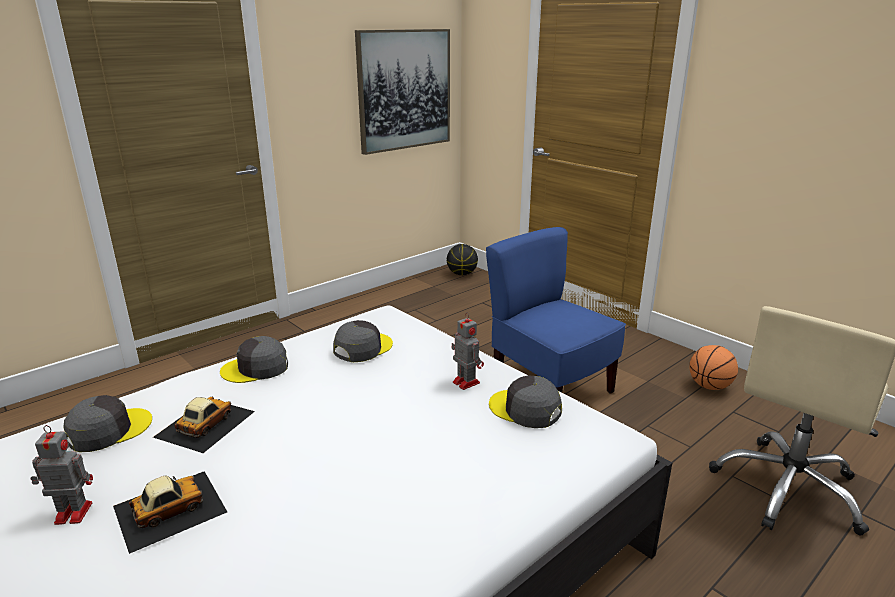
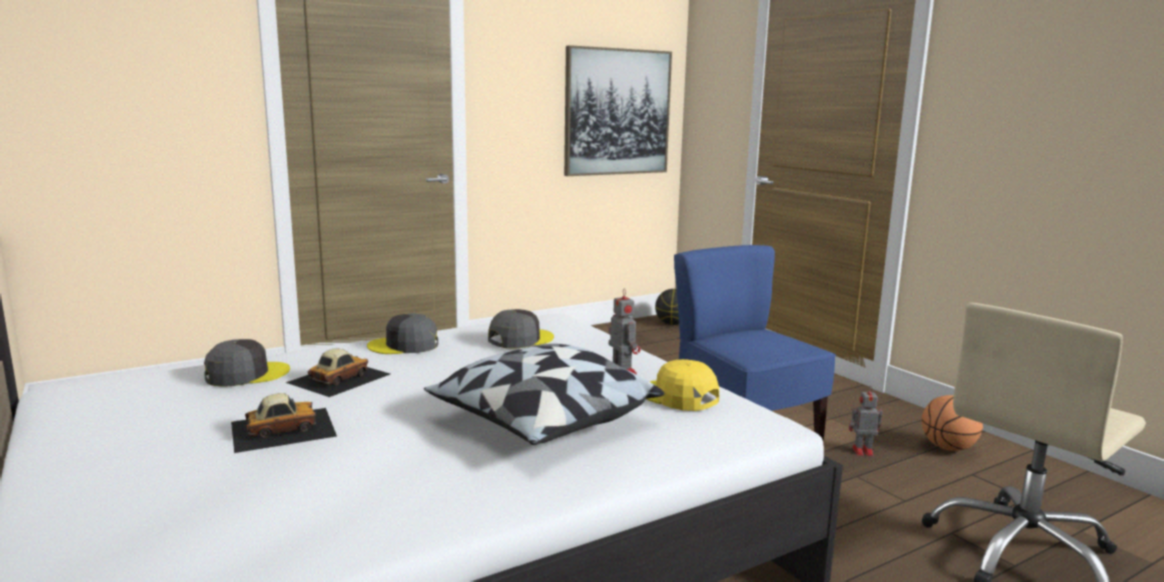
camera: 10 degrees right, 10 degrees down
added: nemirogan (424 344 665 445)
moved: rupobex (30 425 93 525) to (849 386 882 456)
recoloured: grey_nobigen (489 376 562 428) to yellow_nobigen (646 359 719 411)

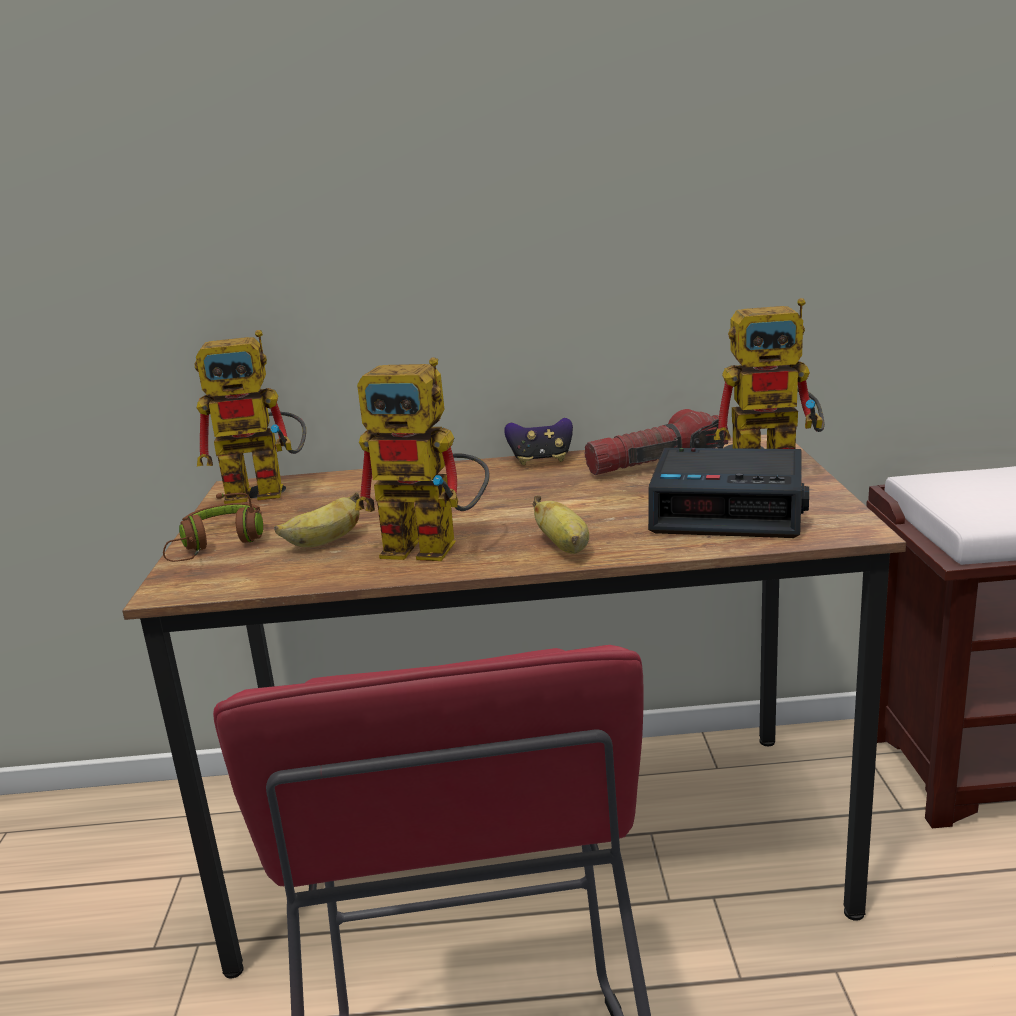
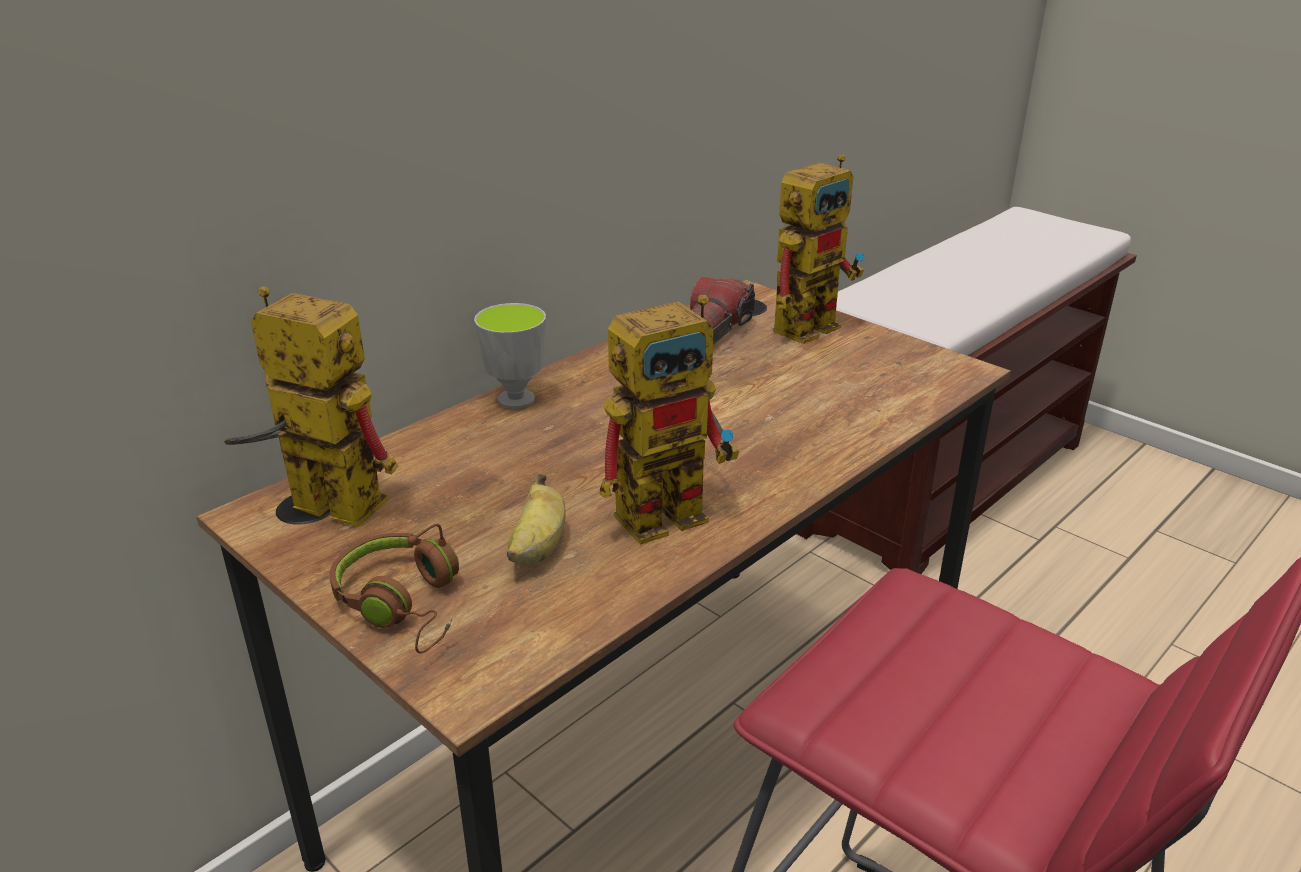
camera: 45 degrees left, 10 degrees up
removed: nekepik (504 418 573 465); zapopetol (532 496 589 554); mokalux (648 448 809 538)
added: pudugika (474 303 546 409)
turned: rupobex (195 330 306 504) = (224 286 398 527) 105 degrees counterclockwise

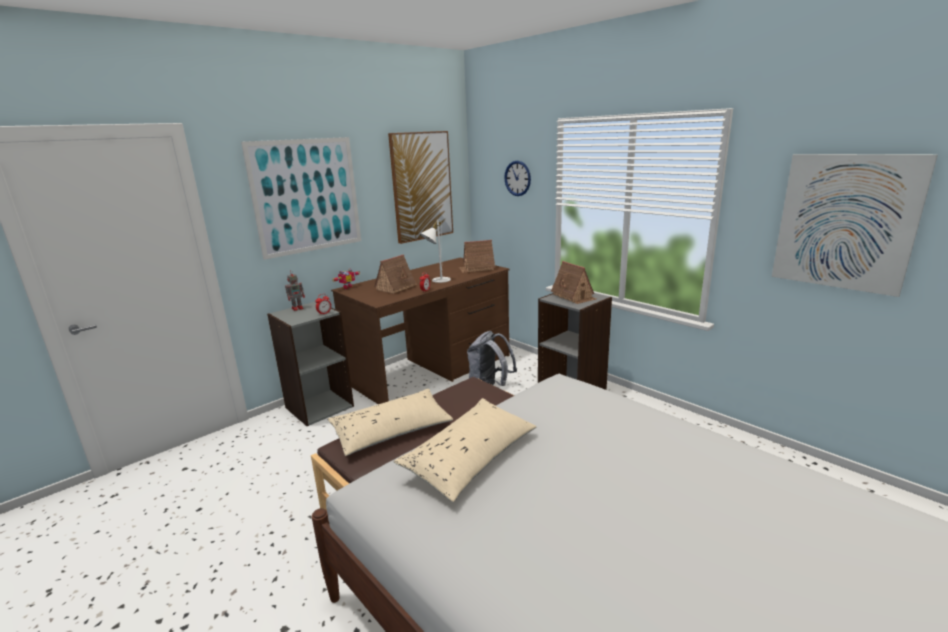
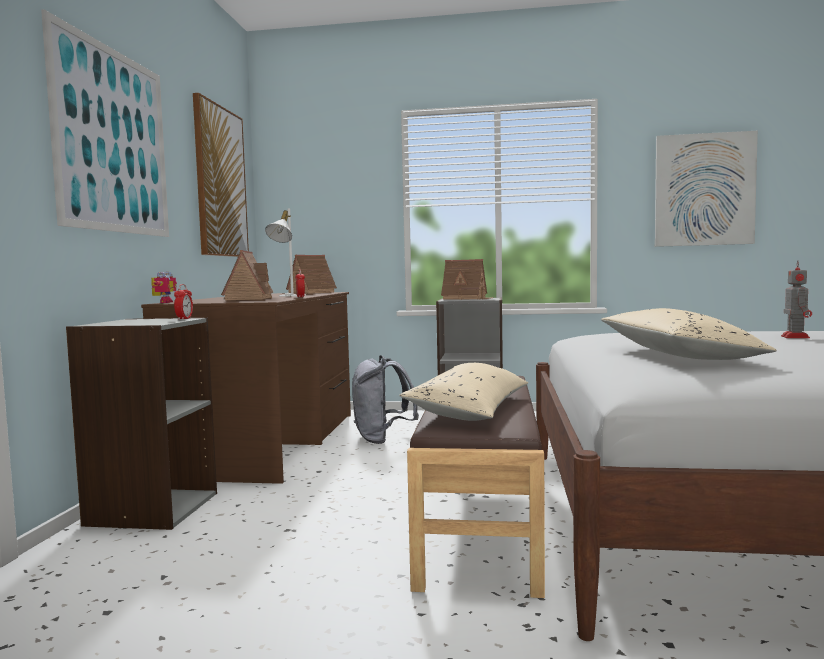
camera: 40 degrees left, 15 degrees down
removed: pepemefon (504 161 531 196)
moved: rupobex (285 270 305 311) to (781 261 812 338)

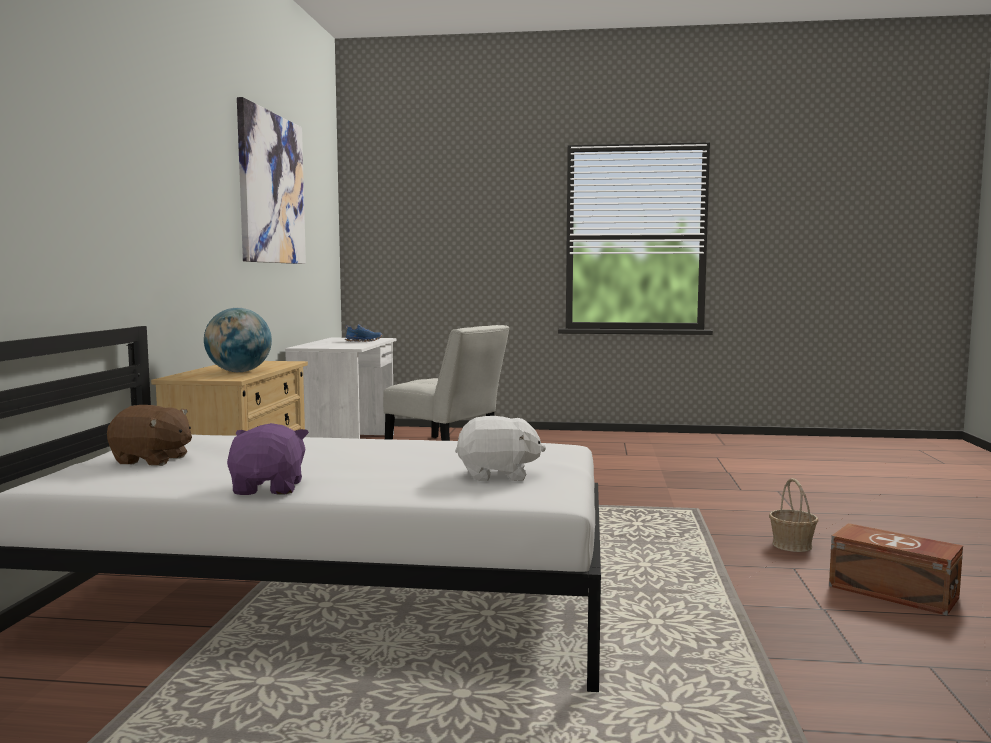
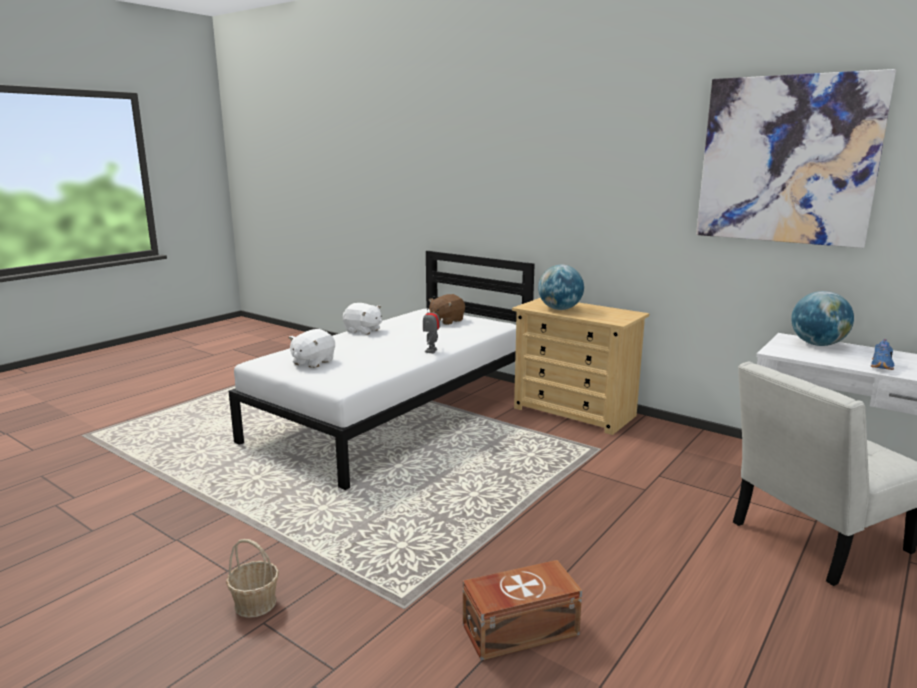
camera: 120 degrees right, 10 degrees up
added: rupobex (423 309 440 353); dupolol (791 291 854 346)
moved: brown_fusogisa (829 523 963 616) to (463 560 582 661)
recoloured: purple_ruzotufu (227 423 309 495) to white_ruzotufu (343 303 382 335)

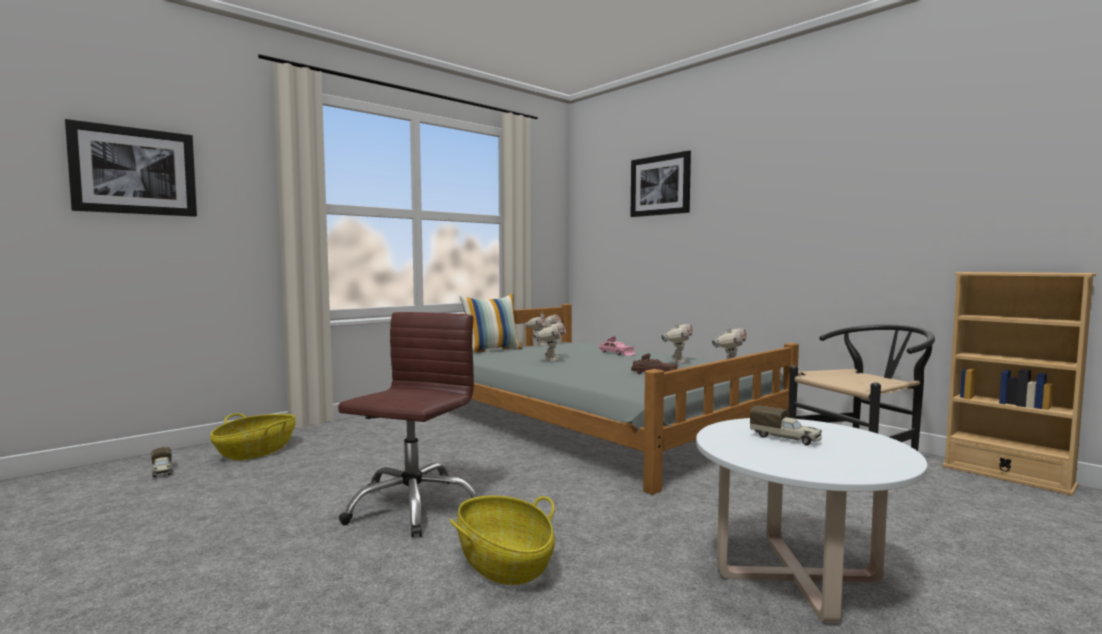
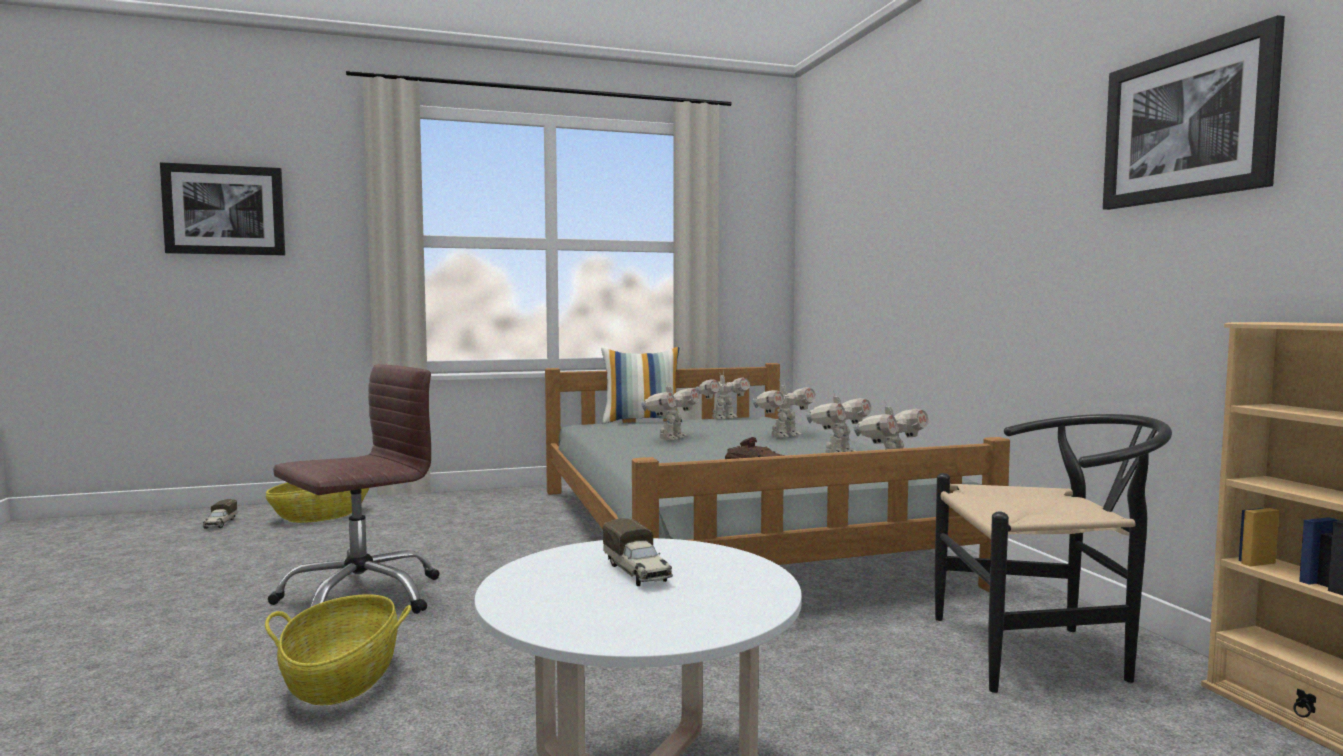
camera: 25 degrees right, 0 degrees up
moved: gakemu (630 151 691 217) to (1103 15 1285 210)
replaced: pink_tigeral (599 336 636 356) to rupobex (752 379 816 437)

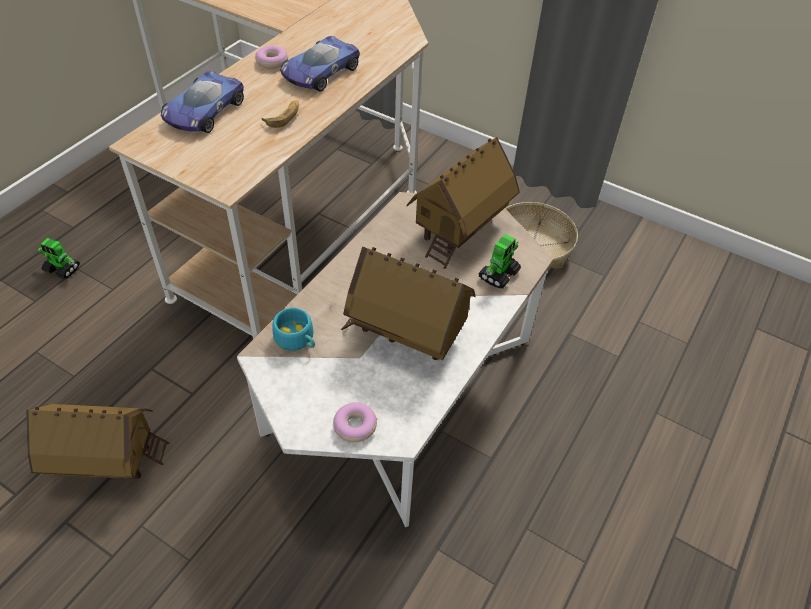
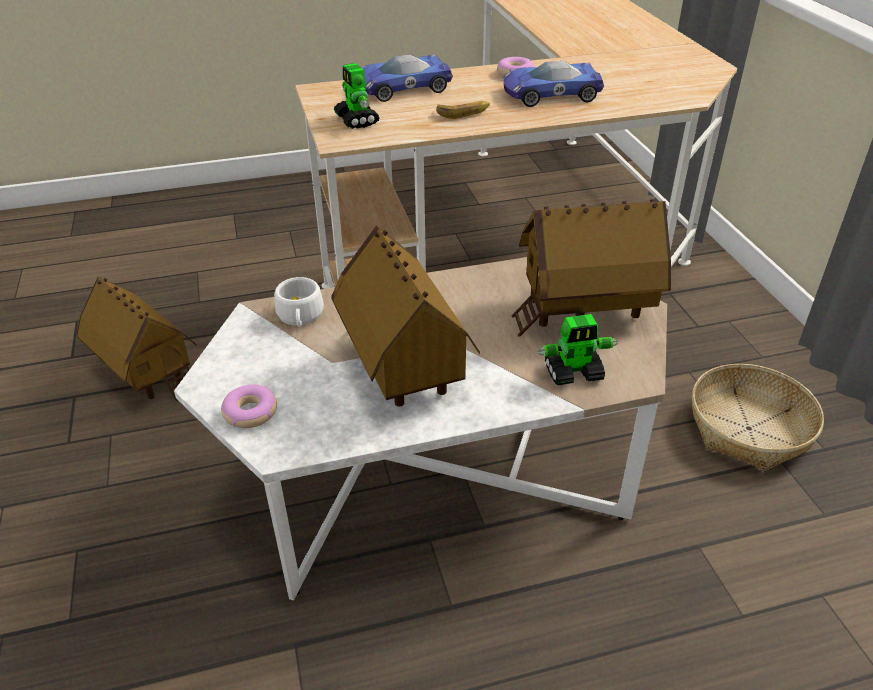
camera: 45 degrees right, 10 degrees down
moved: rupobex (38 238 80 279) to (334 63 380 129)
recoloured: turquoise_pudugika (272 308 315 351) to white_pudugika (274 277 324 327)

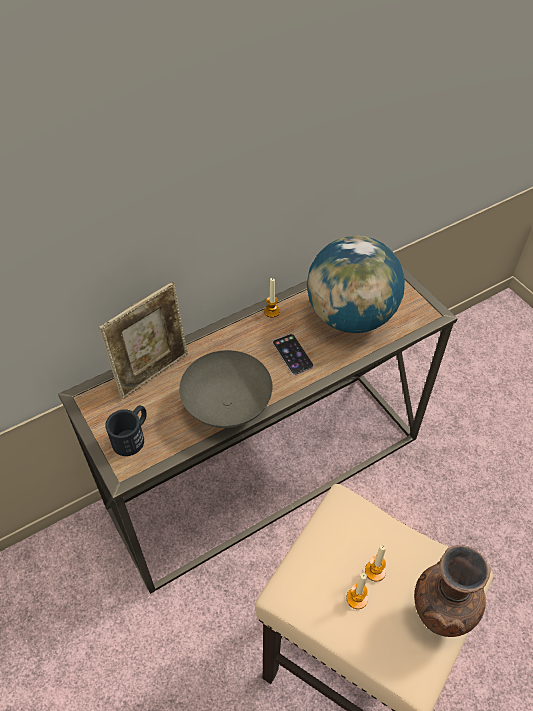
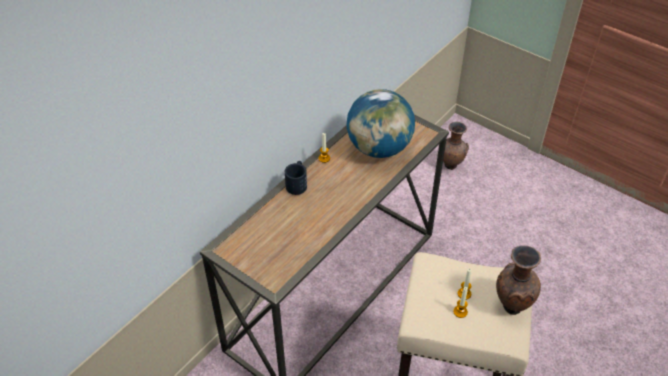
camera: 20 degrees left, 5 degrees down
removed: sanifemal (99 282 188 399); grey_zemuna (179 350 273 428); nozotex (273 334 314 375)
added: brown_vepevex (443 122 469 170)
moved: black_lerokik (105 405 147 456) to (285 161 307 195)

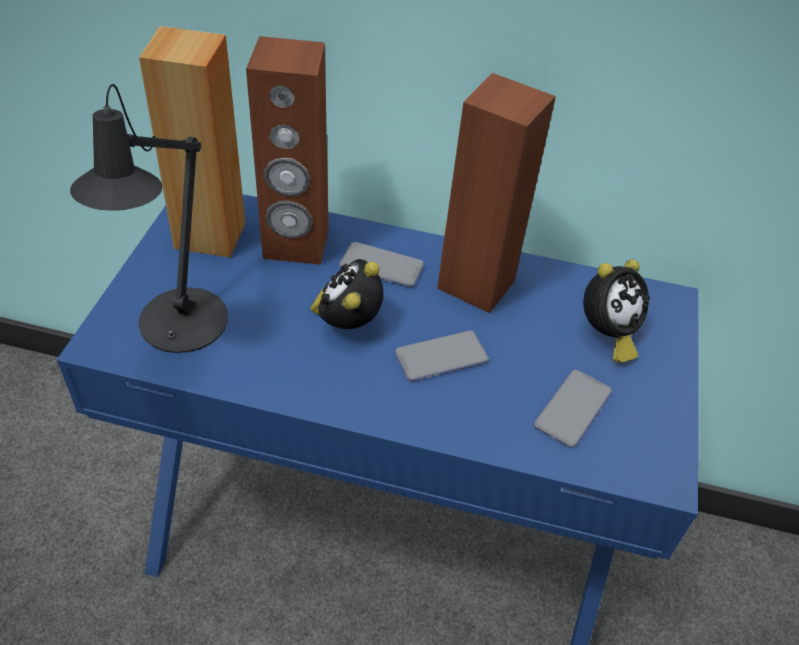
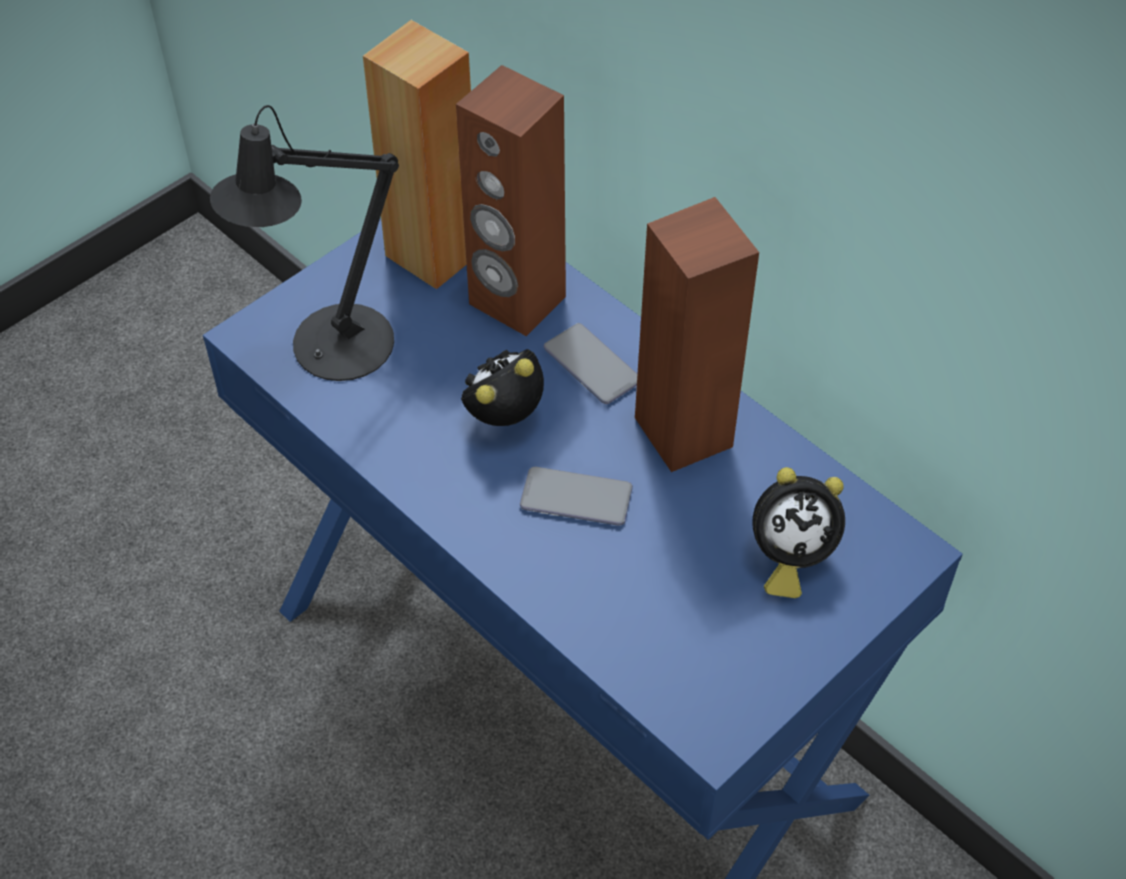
camera: 35 degrees right, 5 degrees up
removed: nozotex (534 370 612 448)

